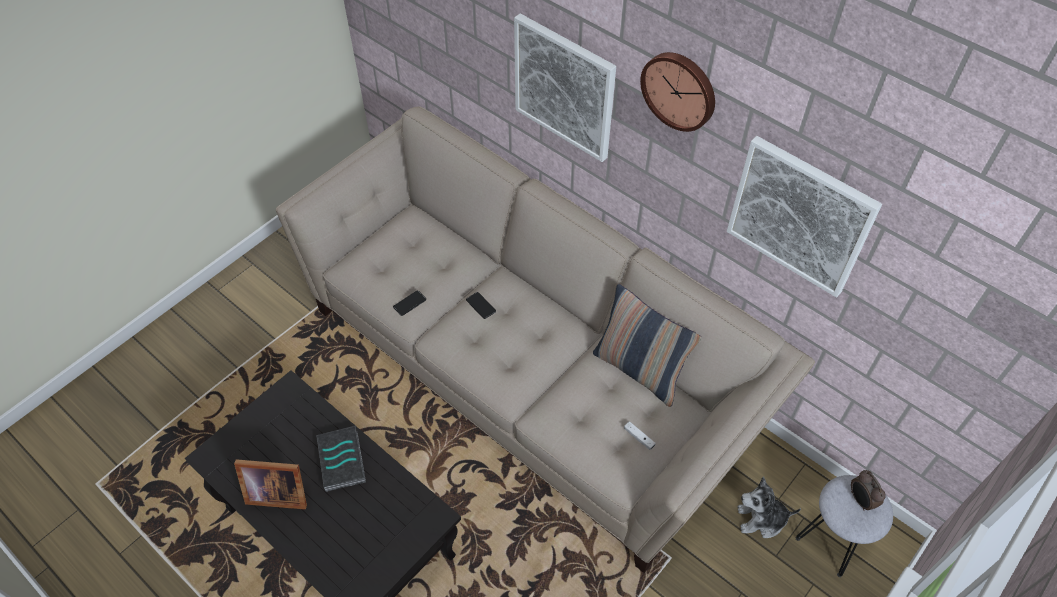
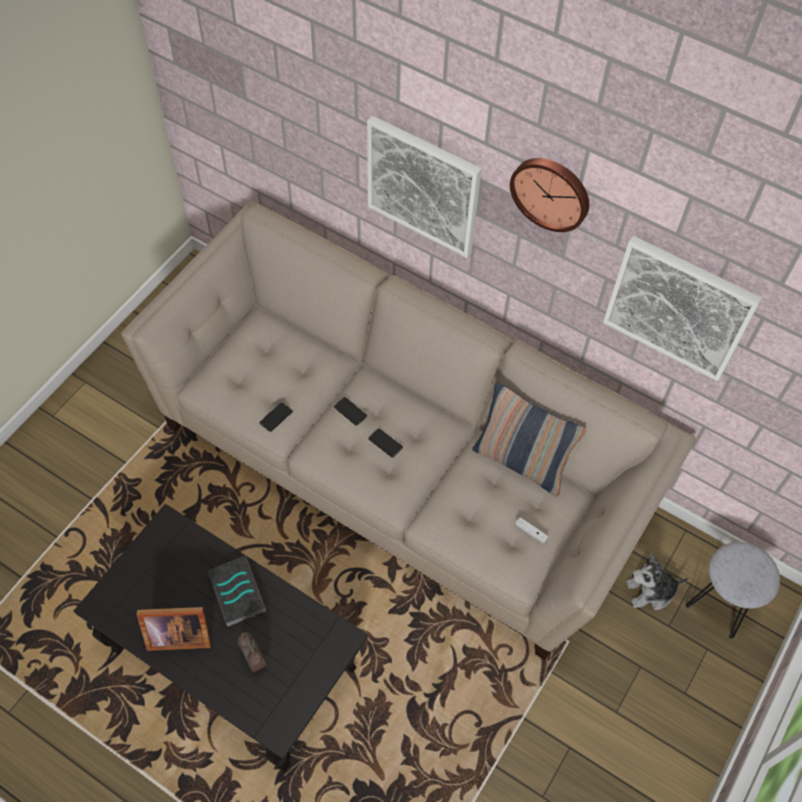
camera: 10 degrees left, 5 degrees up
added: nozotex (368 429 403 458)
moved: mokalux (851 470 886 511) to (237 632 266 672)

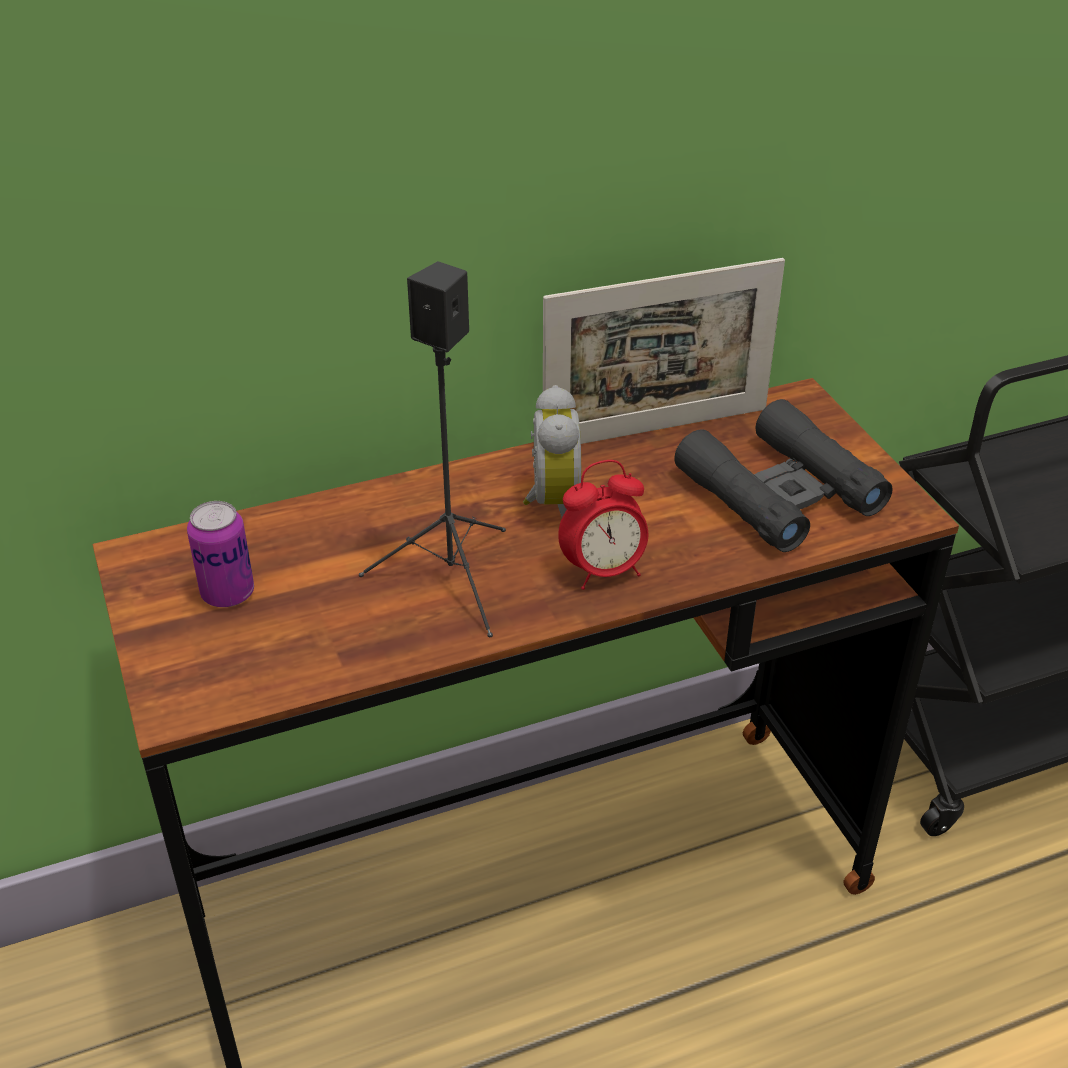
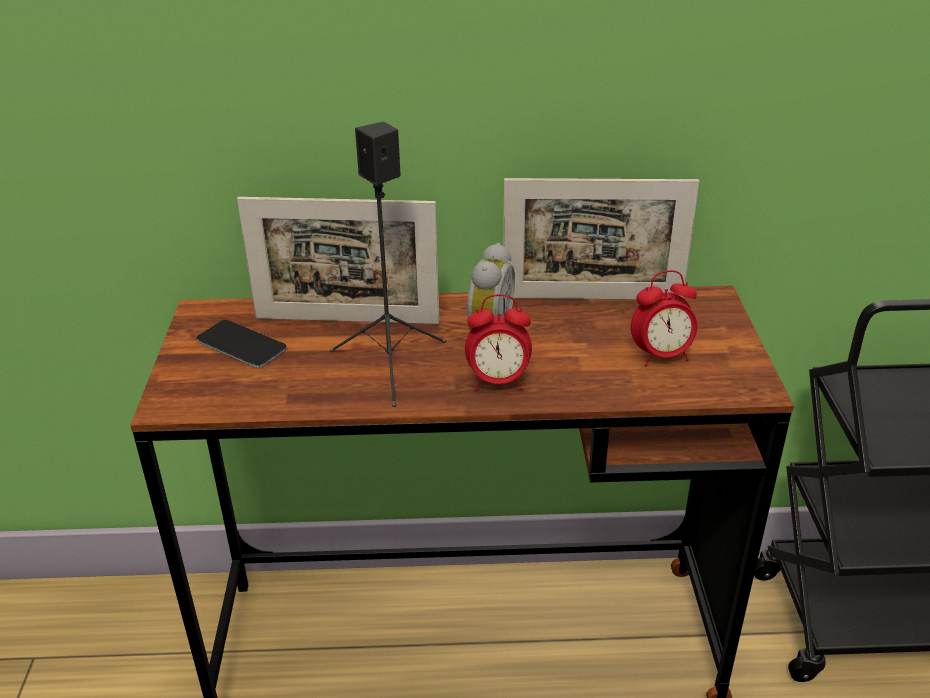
camera: 20 degrees right, 5 degrees down
added: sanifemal (237 197 440 324)
replaced: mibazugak (187 501 254 607) to nozotex (196 320 287 368); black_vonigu (675 399 893 552) to mokalux (631 270 697 366)

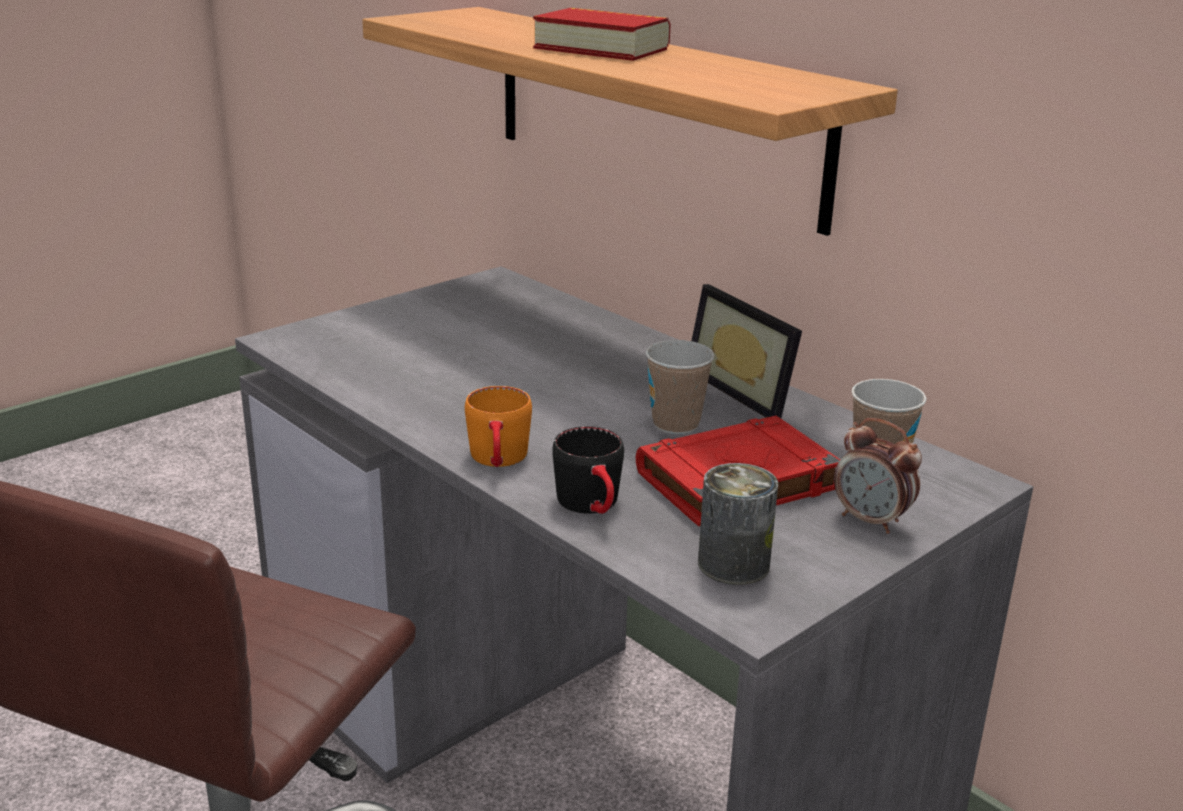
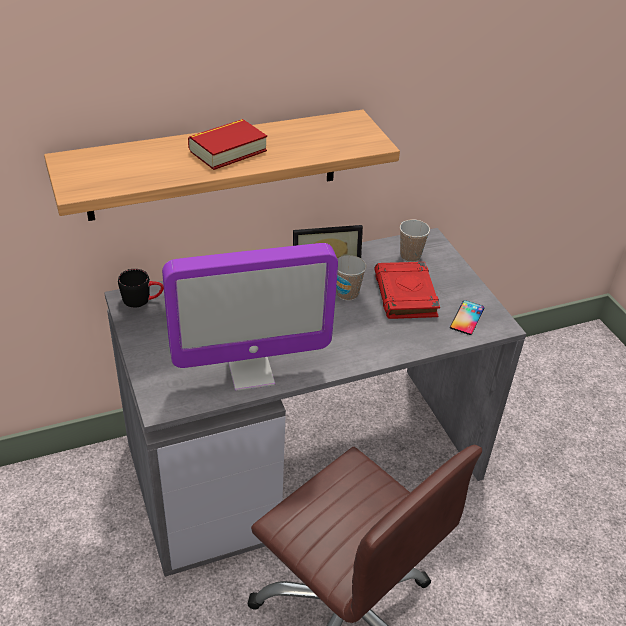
camera: 70 degrees left, 15 degrees up
removed: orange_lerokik (465 386 532 467); mokalux (834 418 922 534)
added: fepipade (162 243 338 391)
moved: black_lerokik (552 426 624 514) to (118 269 164 307)
replaced: mibazugak (698 463 778 585) to nozotex (450 300 484 335)

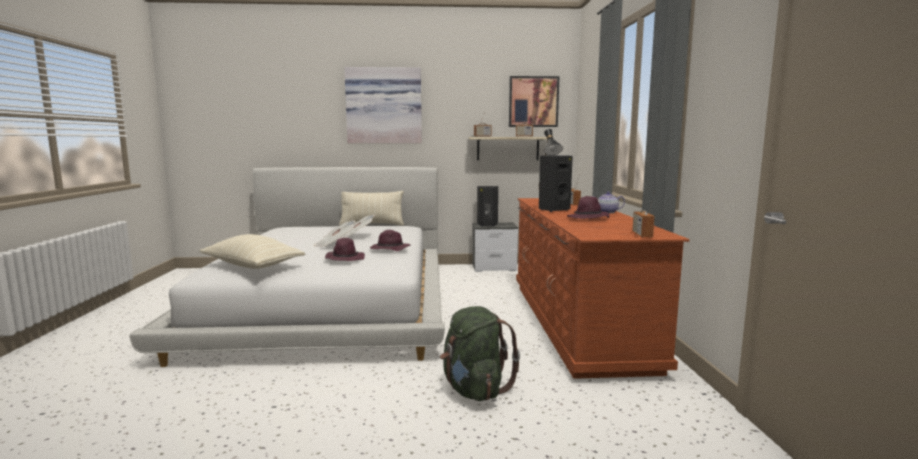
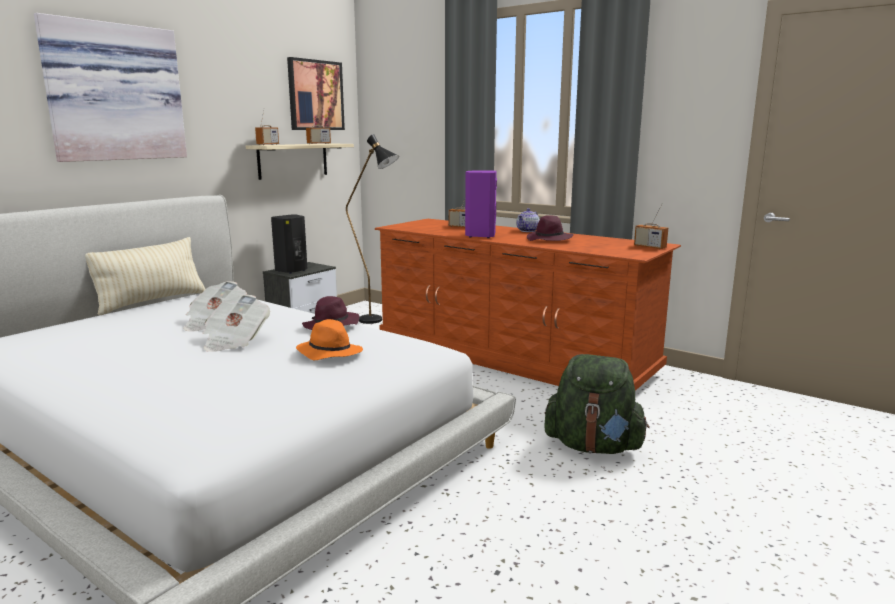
camera: 50 degrees left, 5 degrees up
removed: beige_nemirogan (199 234 305 269)
recoloured: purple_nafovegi (325 238 365 261) to orange_nafovegi (296 319 363 360); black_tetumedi (539 155 573 212) to purple_tetumedi (465 171 497 238)

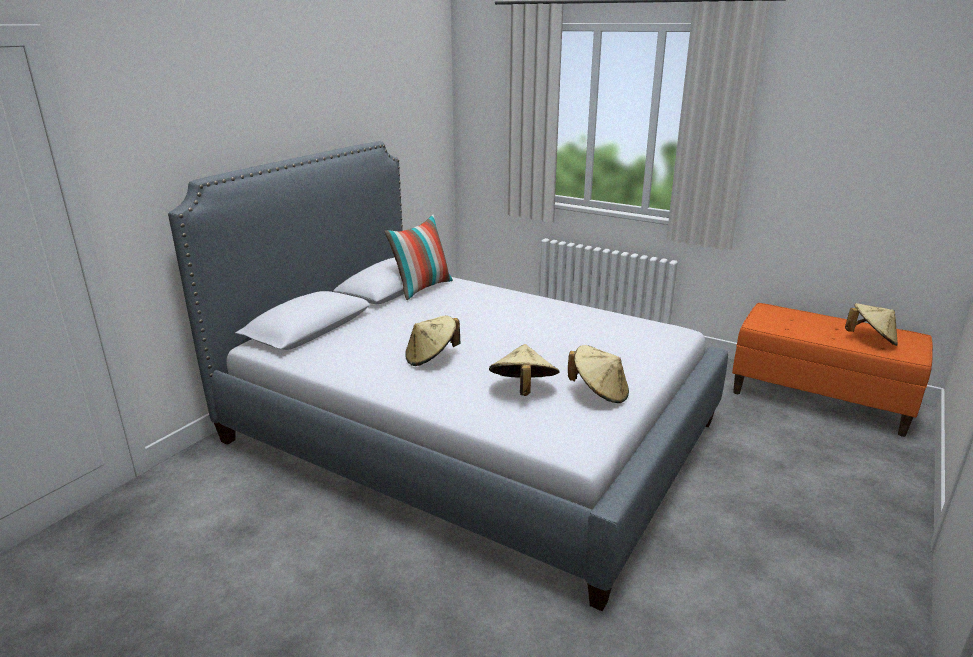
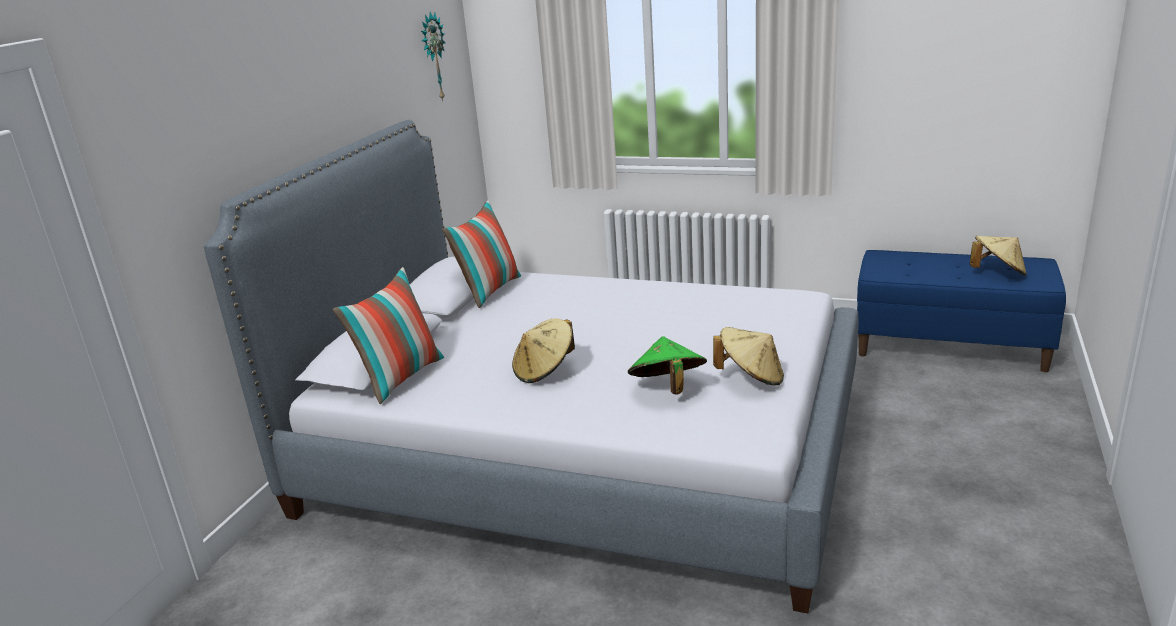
camera: 10 degrees left, 0 degrees up
added: nemirogan (333 267 444 404); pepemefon (421 12 445 101)
recoloured: beige_nafovegi (489 344 559 396) to green_nafovegi (628 336 707 394); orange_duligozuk (732 303 933 437) to blue_duligozuk (857 250 1066 372)

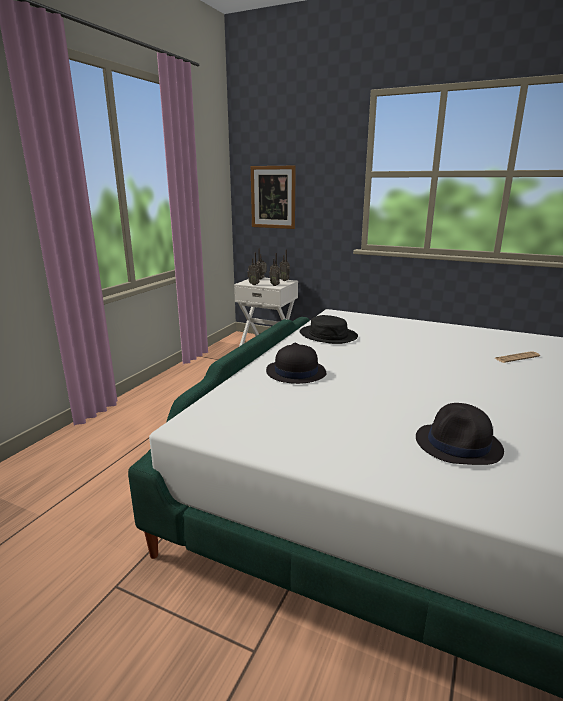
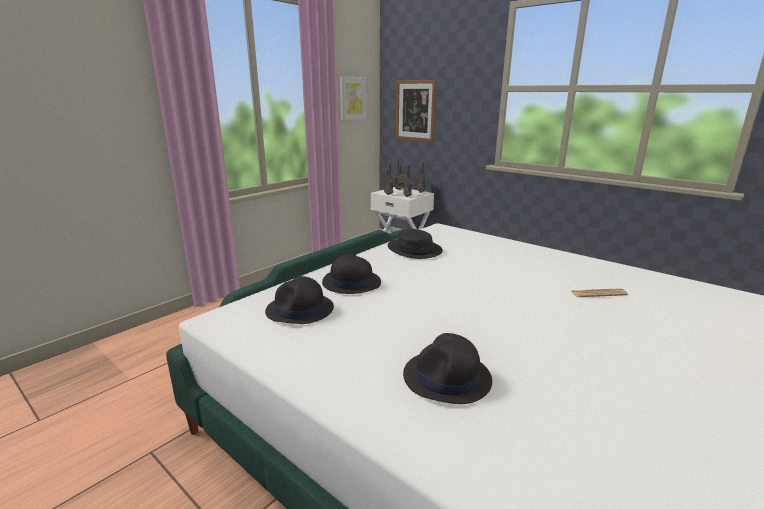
camera: 15 degrees right, 0 degrees up
added: black_nafovegi (265 276 334 324); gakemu (340 76 367 120)

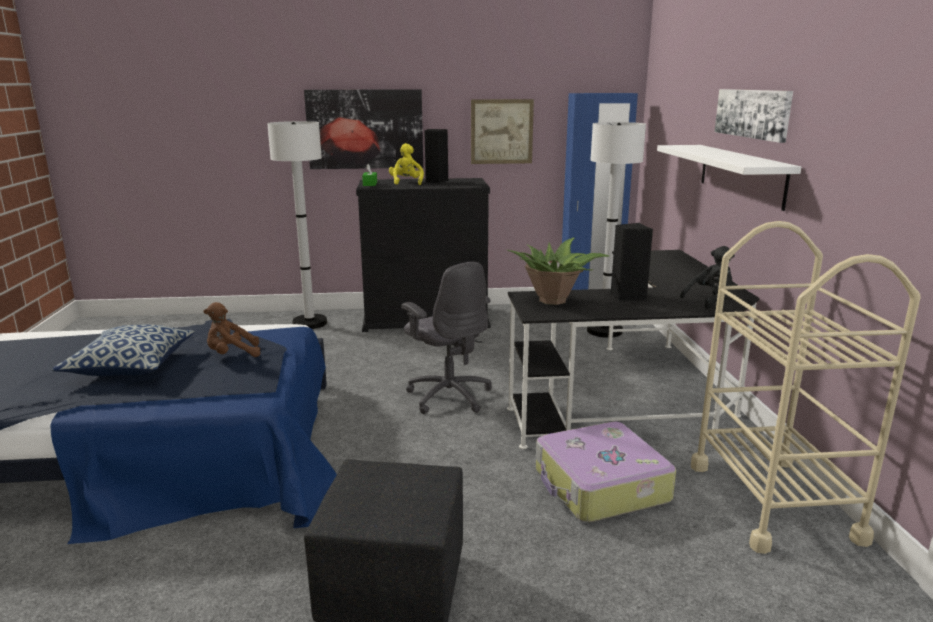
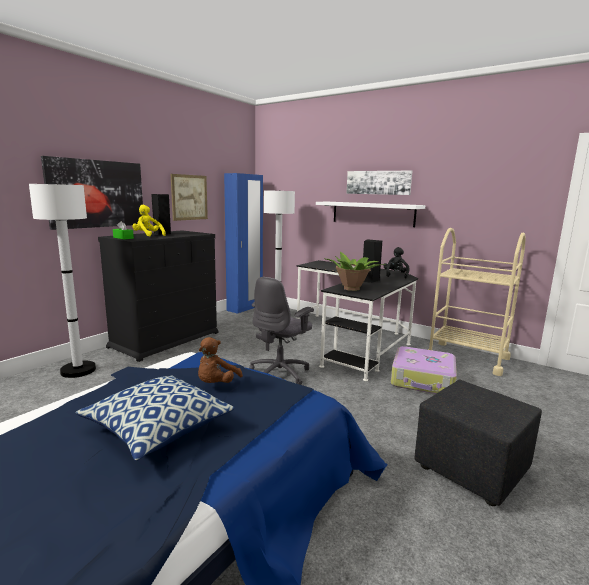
camera: 50 degrees left, 5 degrees down
turned: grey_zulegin (401 262 492 414) = (249 277 314 385) 120 degrees clockwise

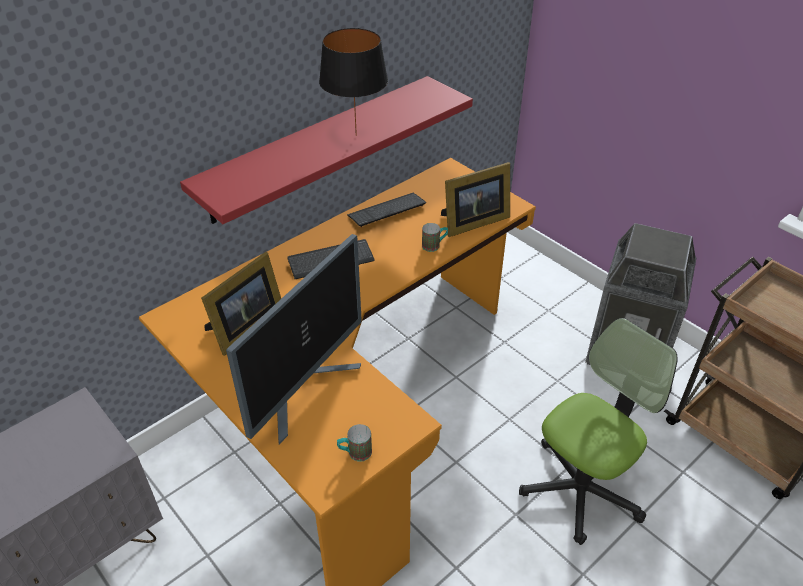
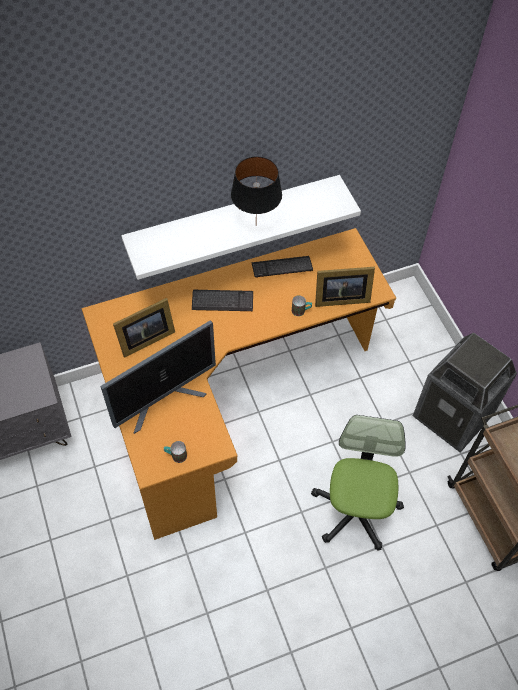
camera: 20 degrees right, 15 degrees up
recoloured: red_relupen (180 76 473 224) to white_relupen (121 175 361 280)
turned: zulegin (519 318 678 545) = (311 415 406 551) 60 degrees counterclockwise

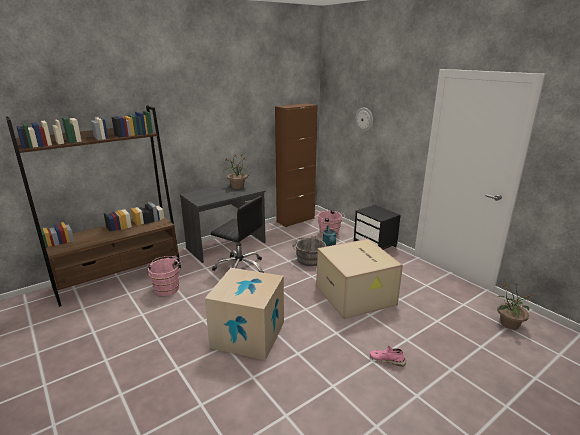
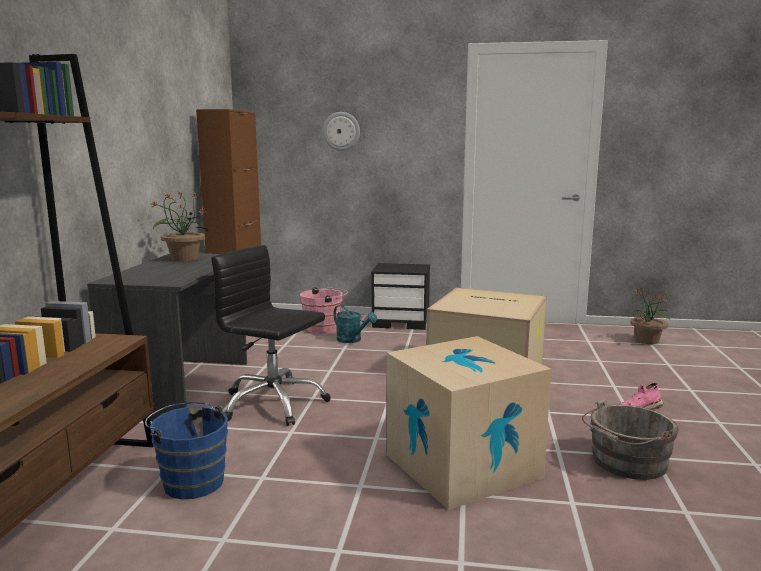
camera: 45 degrees left, 10 degrees down
moved: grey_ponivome (292 236 326 266) to (582 400 678 480)
recoloured: pink_ponivome (147 256 181 296) to blue_ponivome (145 402 228 499)
turned: black_zulegin (211 196 264 273) = (211 245 331 426) 135 degrees counterclockwise

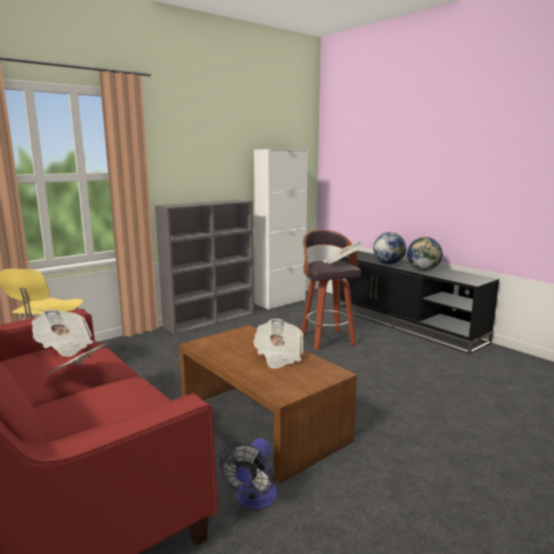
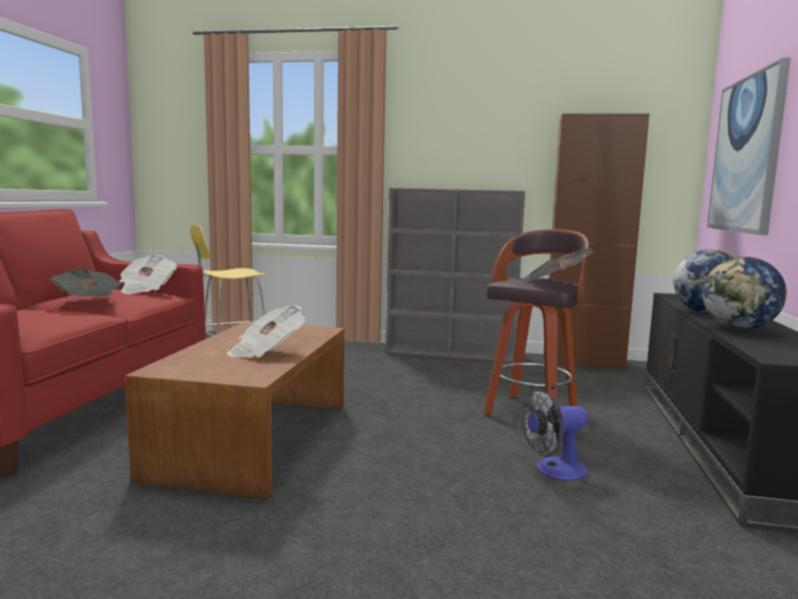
camera: 50 degrees right, 5 degrees down
added: gakemu (707 57 791 235)
moved: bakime (220 438 277 509) to (521 389 588 480)
recoloured: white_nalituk (254 149 308 310) to brown_nalituk (543 113 650 370)

